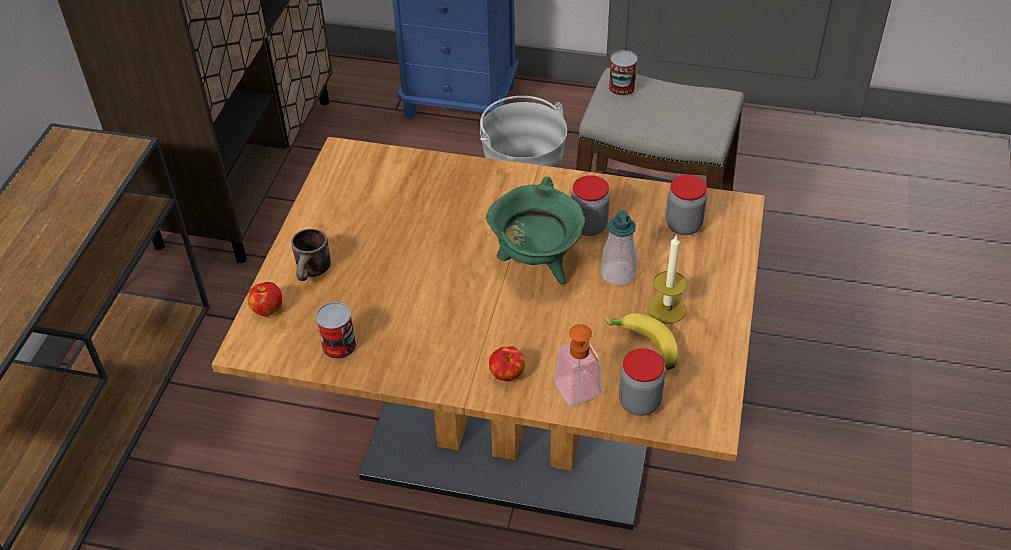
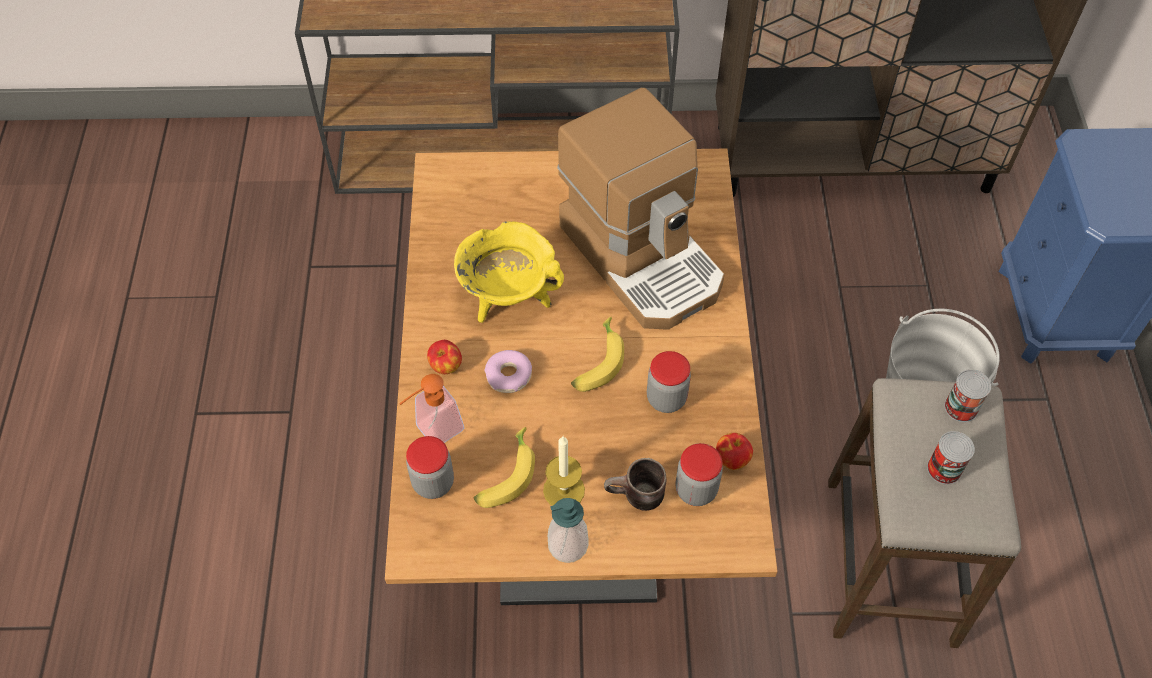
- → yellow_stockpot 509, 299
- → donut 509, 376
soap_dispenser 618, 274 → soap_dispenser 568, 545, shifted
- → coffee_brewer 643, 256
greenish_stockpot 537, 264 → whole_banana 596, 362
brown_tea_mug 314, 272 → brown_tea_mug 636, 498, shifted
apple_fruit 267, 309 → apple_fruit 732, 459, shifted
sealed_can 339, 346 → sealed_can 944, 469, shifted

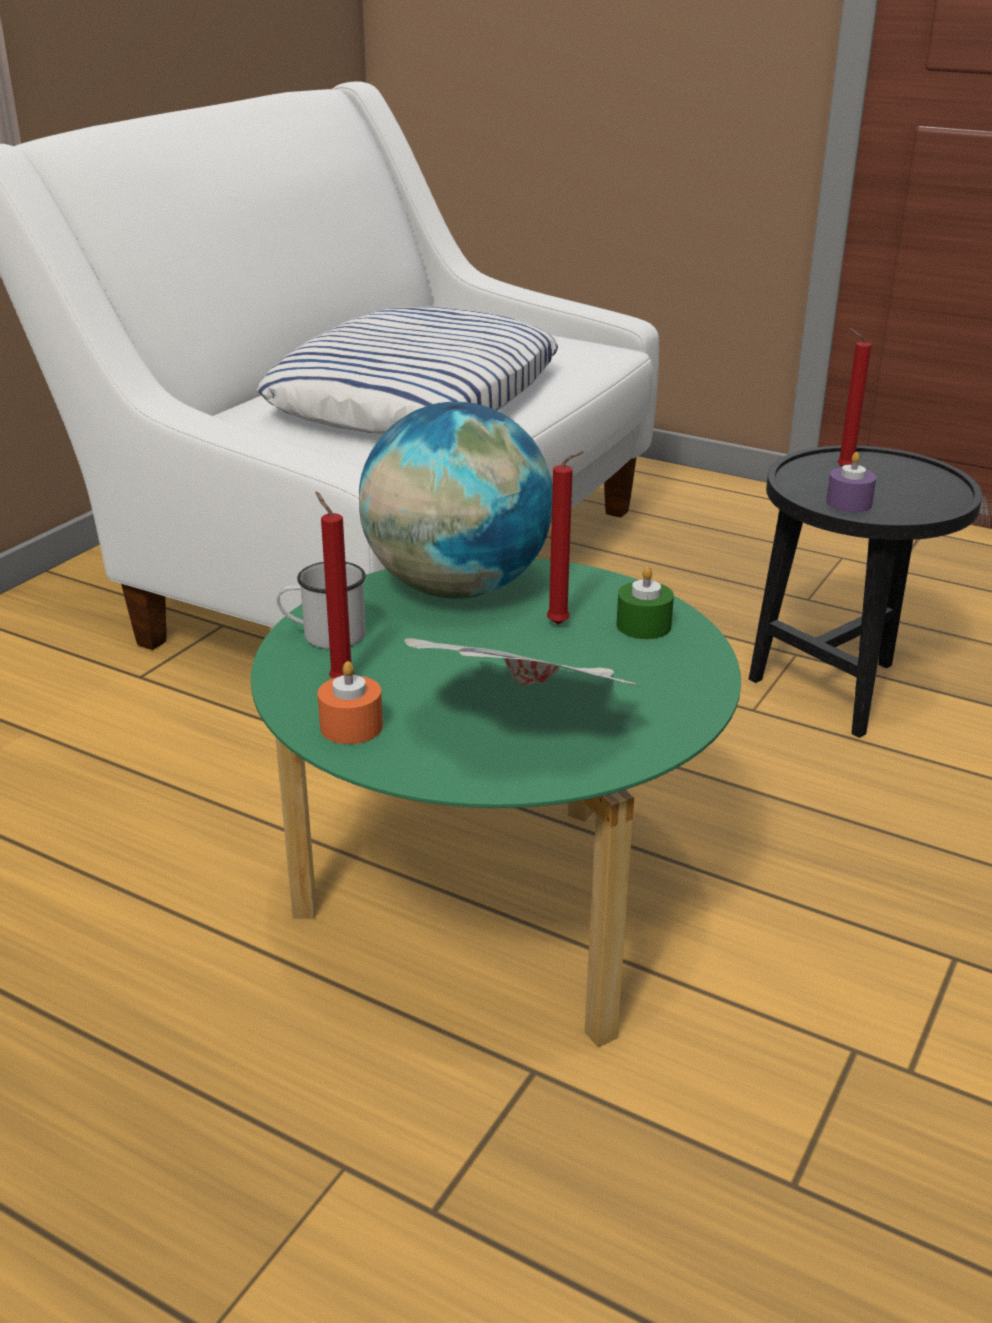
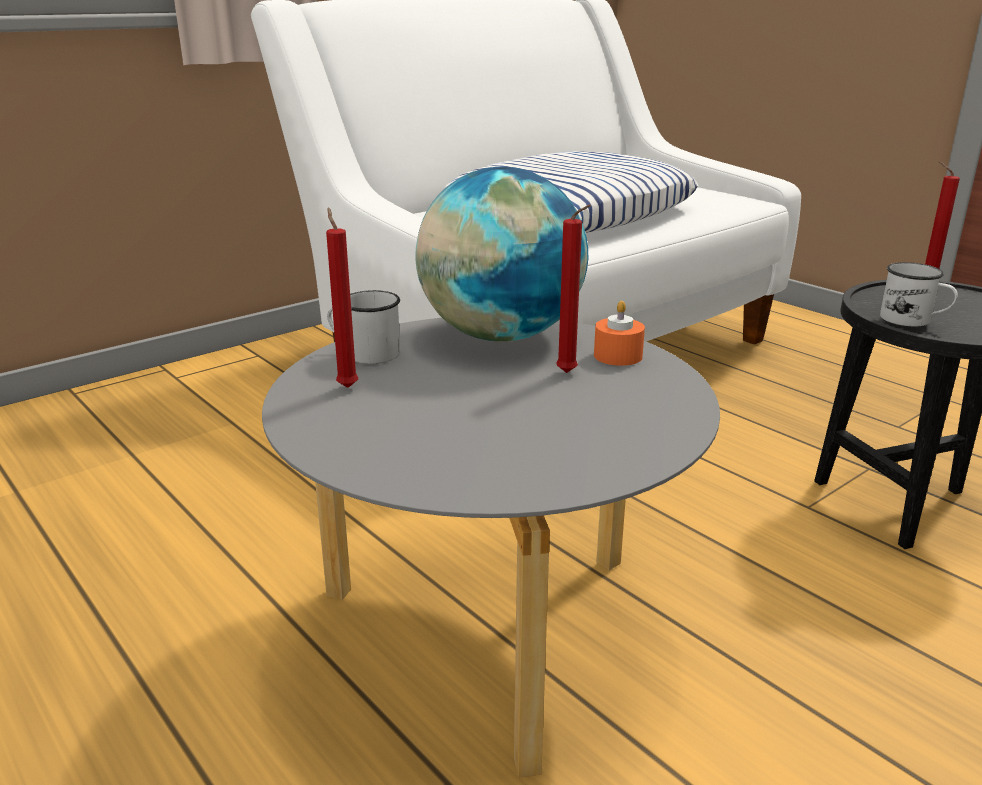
greenish_low_table 494, 911 → grey_low_table 490, 629
orangey_wax_candle 351, 726 → orangey_wax_candle 618, 356, shifted
purple_wax_candle 849, 503 → white_tea_mug 913, 320
printed_paper 531, 717 → -
greenish_wax_candle 643, 625 → -

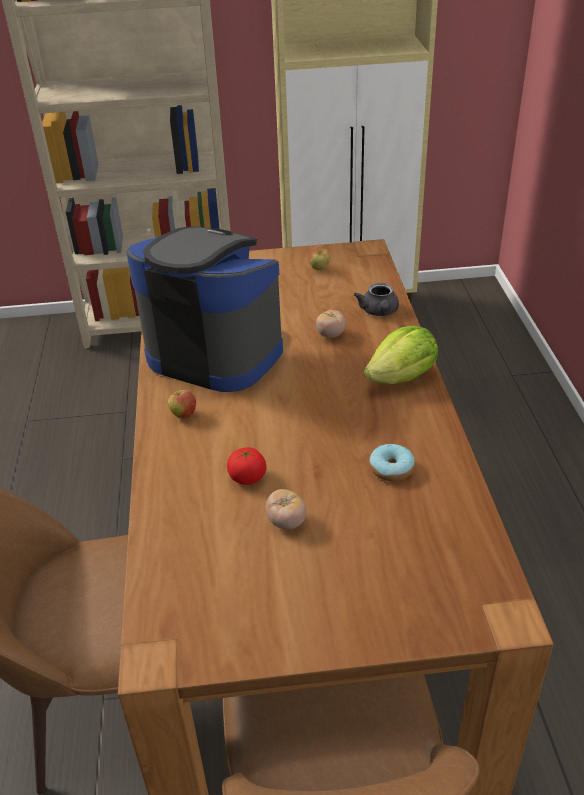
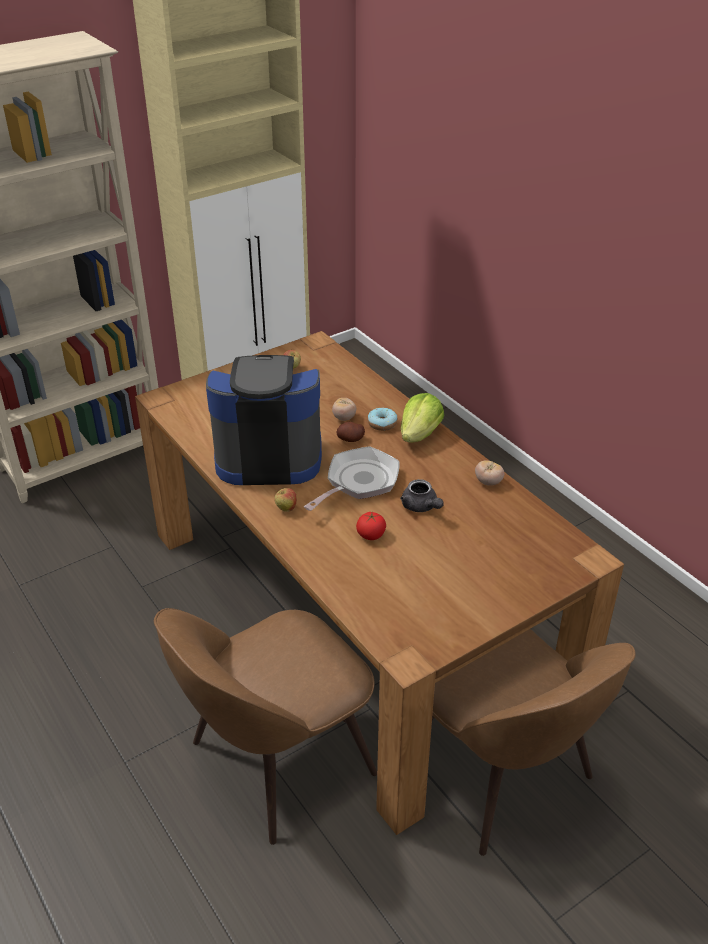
- → skillet 358, 482
- → potato 350, 439
donut 391, 469 → donut 382, 424, shifted
grey_teapot 379, 312 → grey_teapot 421, 507, shifted
fresh_tomato 286, 522 → fresh_tomato 488, 482, shifted

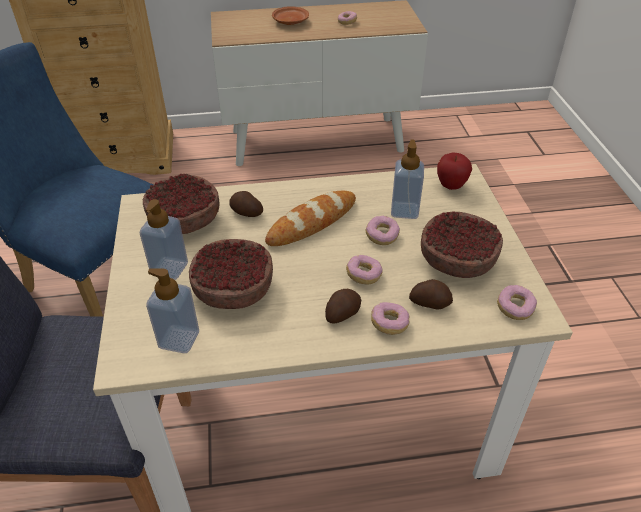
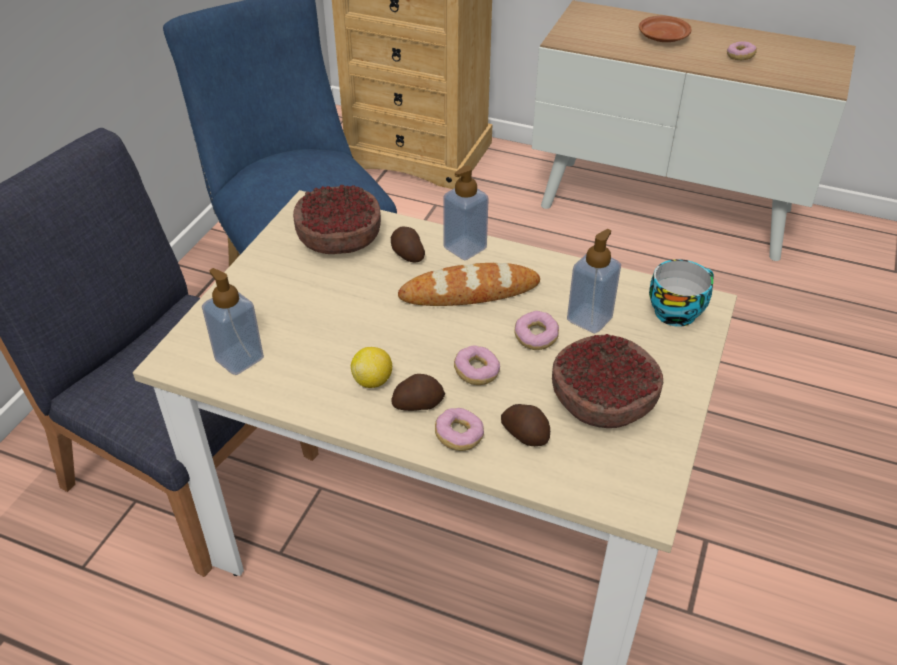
- → whole_lemon 373, 381
soap_dispenser 169, 268 → soap_dispenser 465, 248, shifted
apple_fruit 451, 186 → small_cup 676, 311
deep_dish 233, 288 → -
donut 514, 308 → -

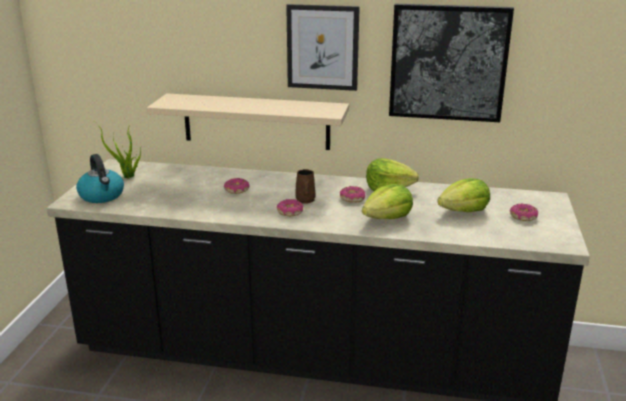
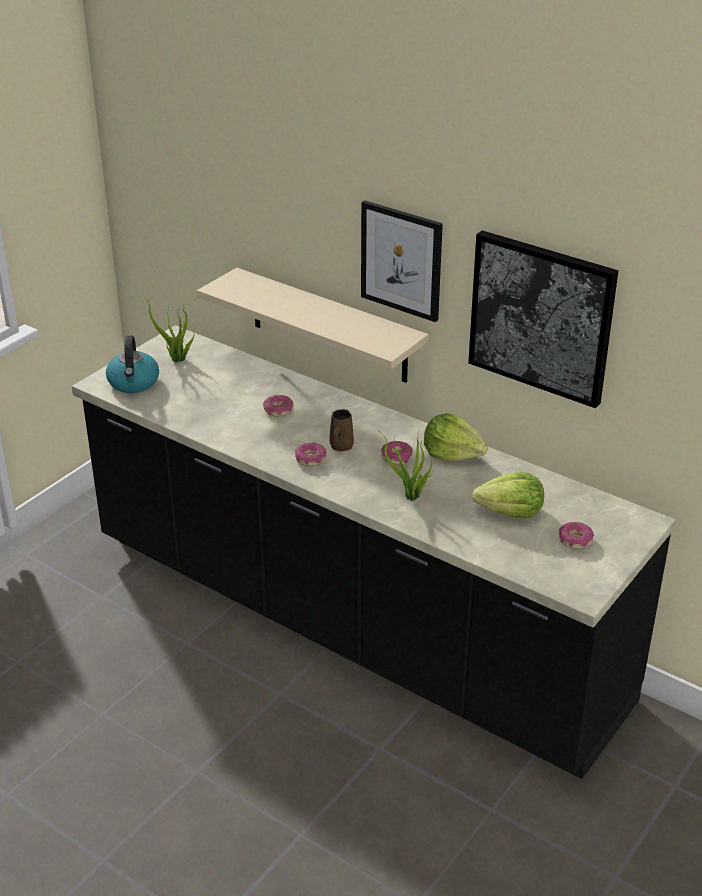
lettuce_head 387, 218 → plant_in_a_pot 411, 497

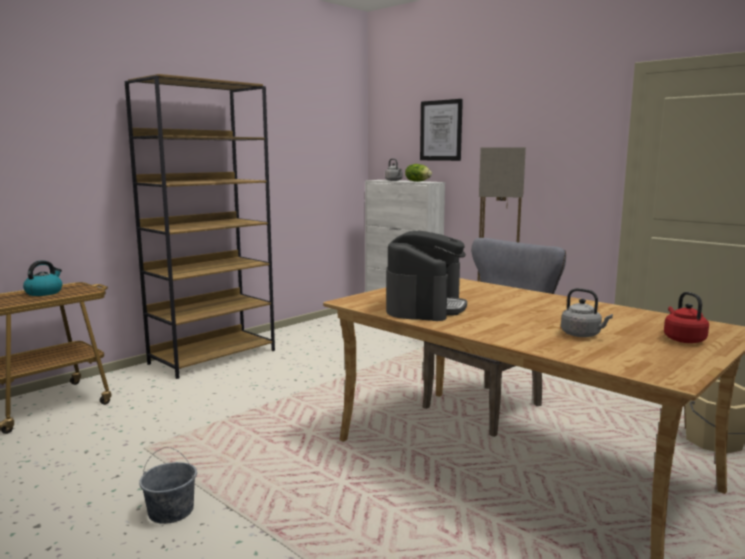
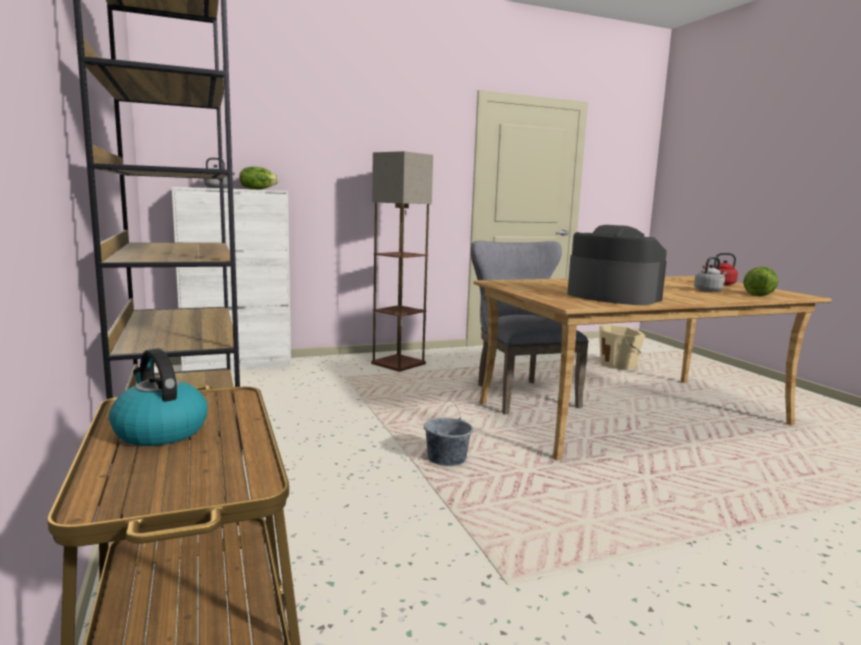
grey_pail 170, 511 → grey_pail 446, 459, shifted
- → lettuce_head 759, 295
wall_picture 441, 130 → -

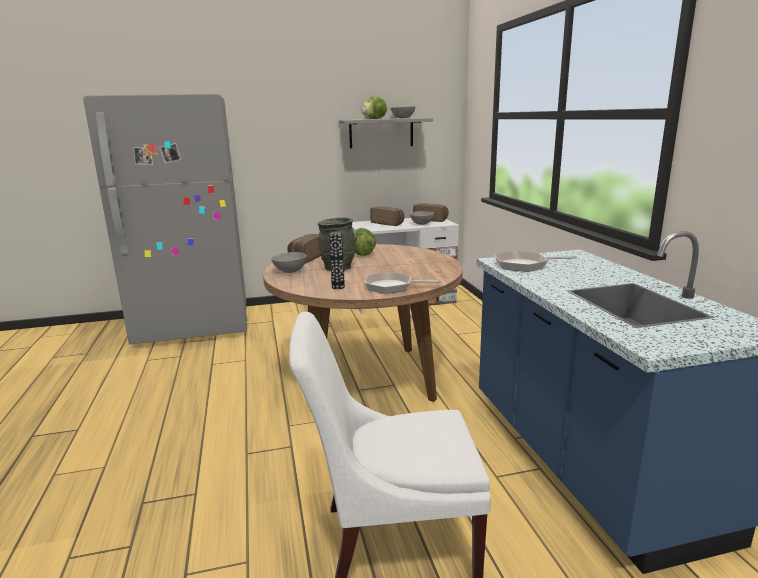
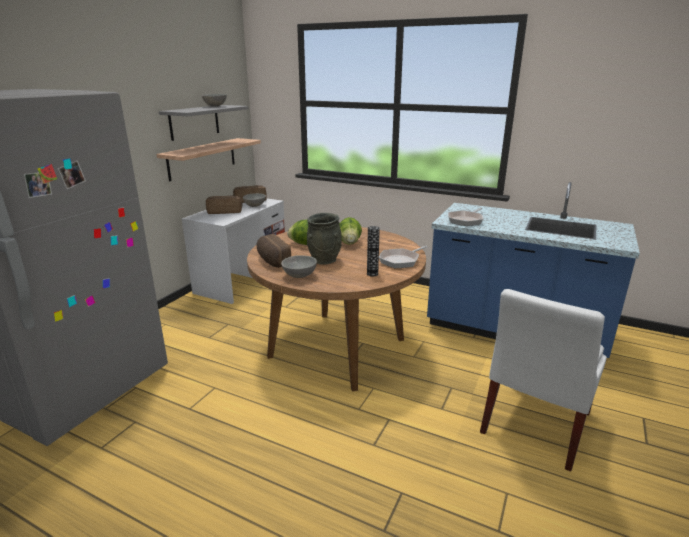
- → wall_shelf 202, 158
lettuce_head 373, 119 → lettuce_head 349, 243, shifted

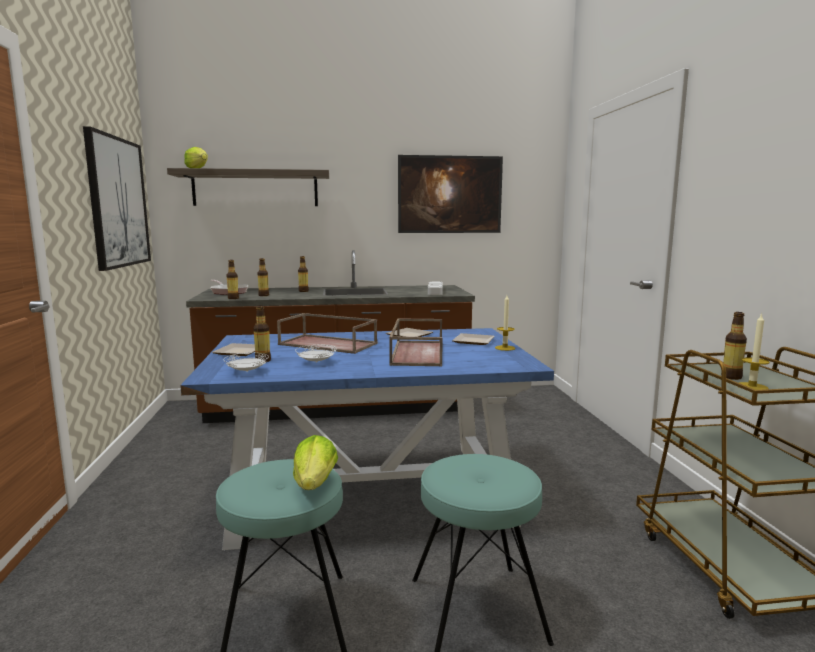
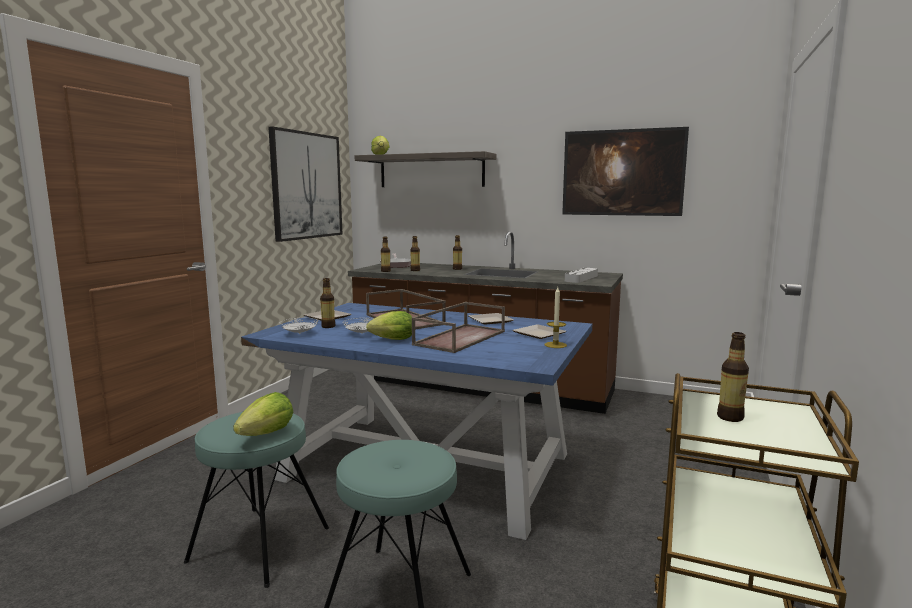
- → lettuce_head 390, 340
wax_candle 752, 387 → -

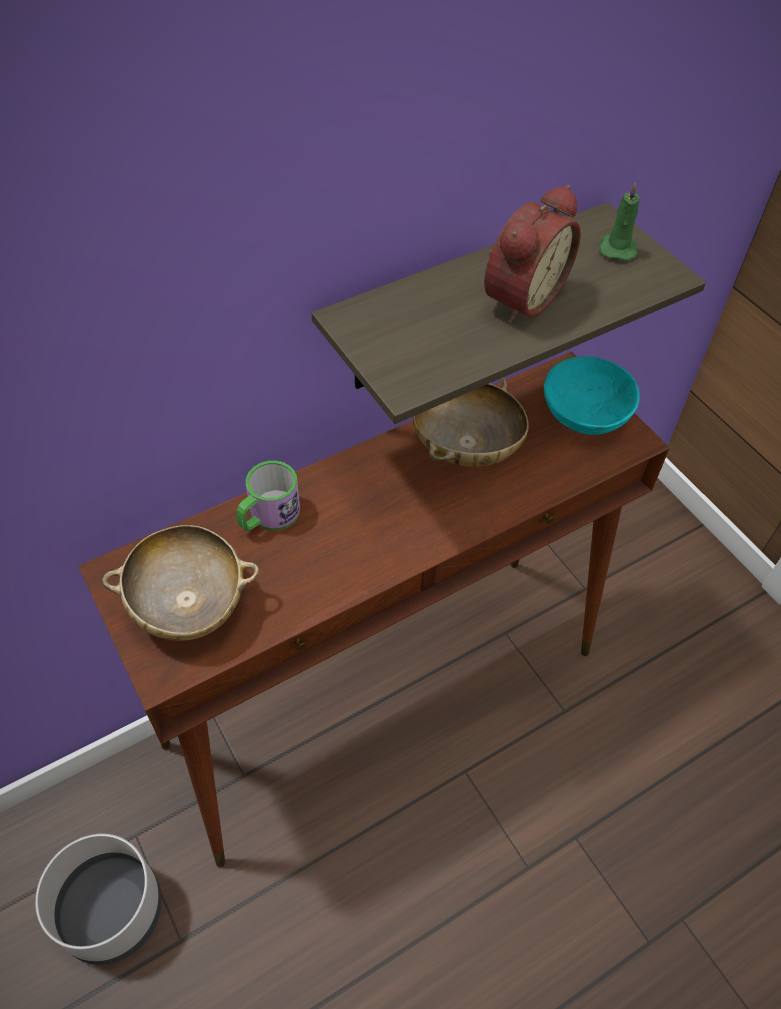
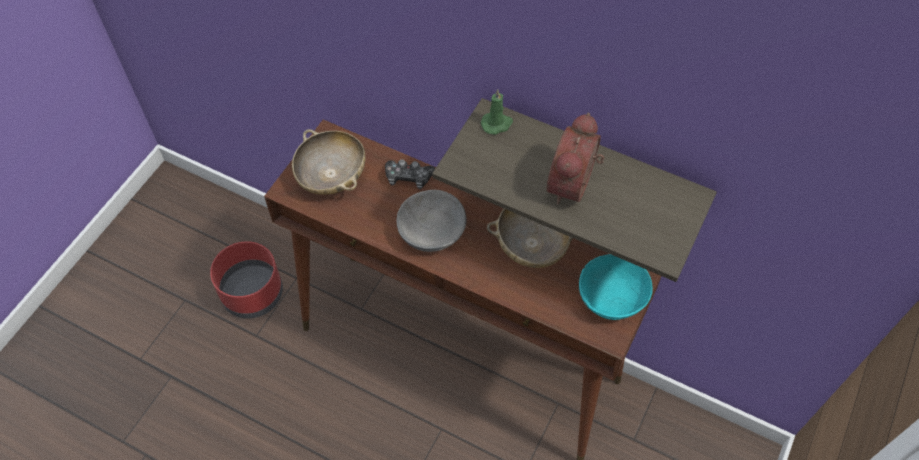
grey_planter 112, 909 → red-coloured_planter 253, 293
tea_mug 268, 516 → game_controller 408, 178
- → grey_deep_dish 431, 232
greenish_wax_candle 617, 248 → greenish_wax_candle 497, 124, shifted
table_clock 520, 297 → table_clock 574, 185, 105 degrees clockwise

